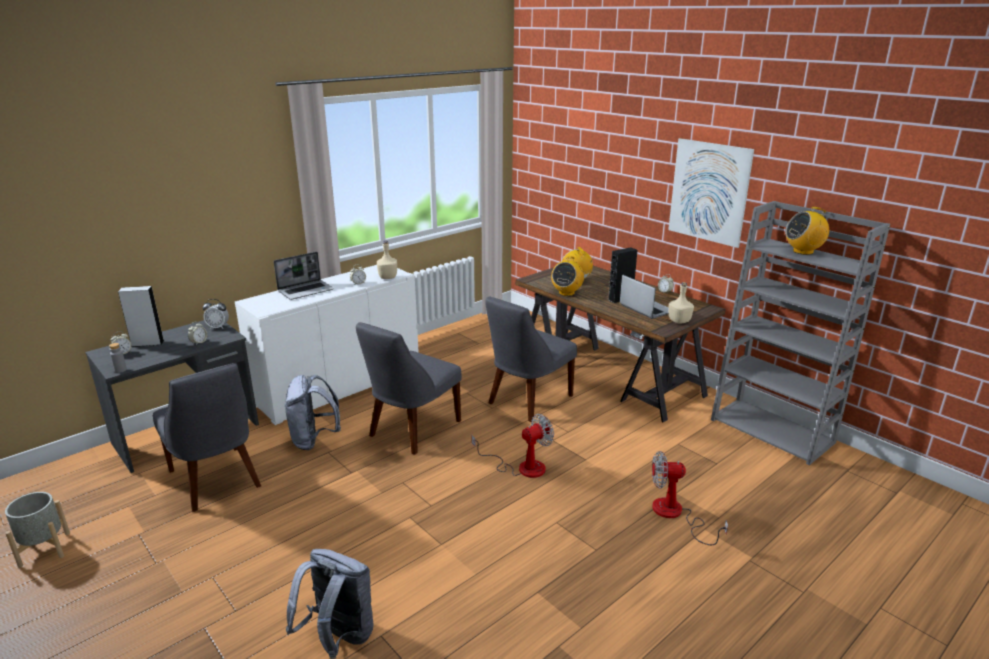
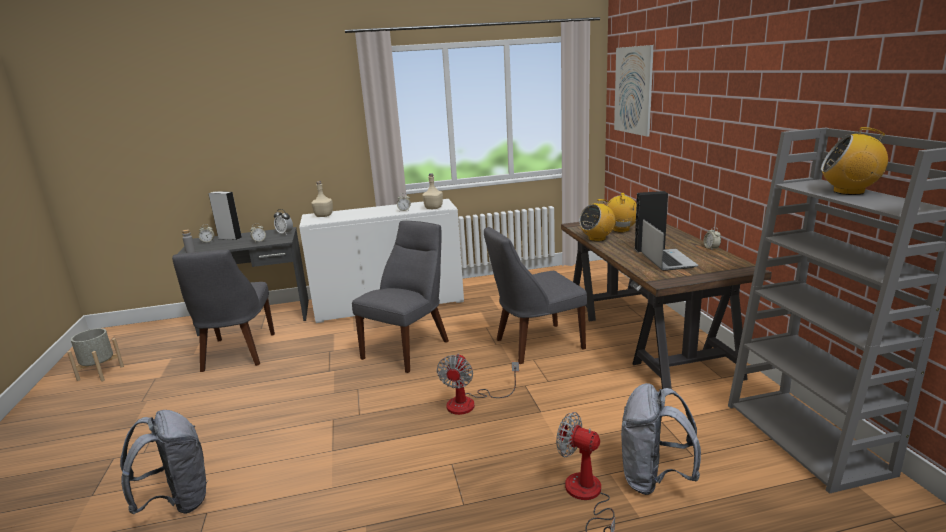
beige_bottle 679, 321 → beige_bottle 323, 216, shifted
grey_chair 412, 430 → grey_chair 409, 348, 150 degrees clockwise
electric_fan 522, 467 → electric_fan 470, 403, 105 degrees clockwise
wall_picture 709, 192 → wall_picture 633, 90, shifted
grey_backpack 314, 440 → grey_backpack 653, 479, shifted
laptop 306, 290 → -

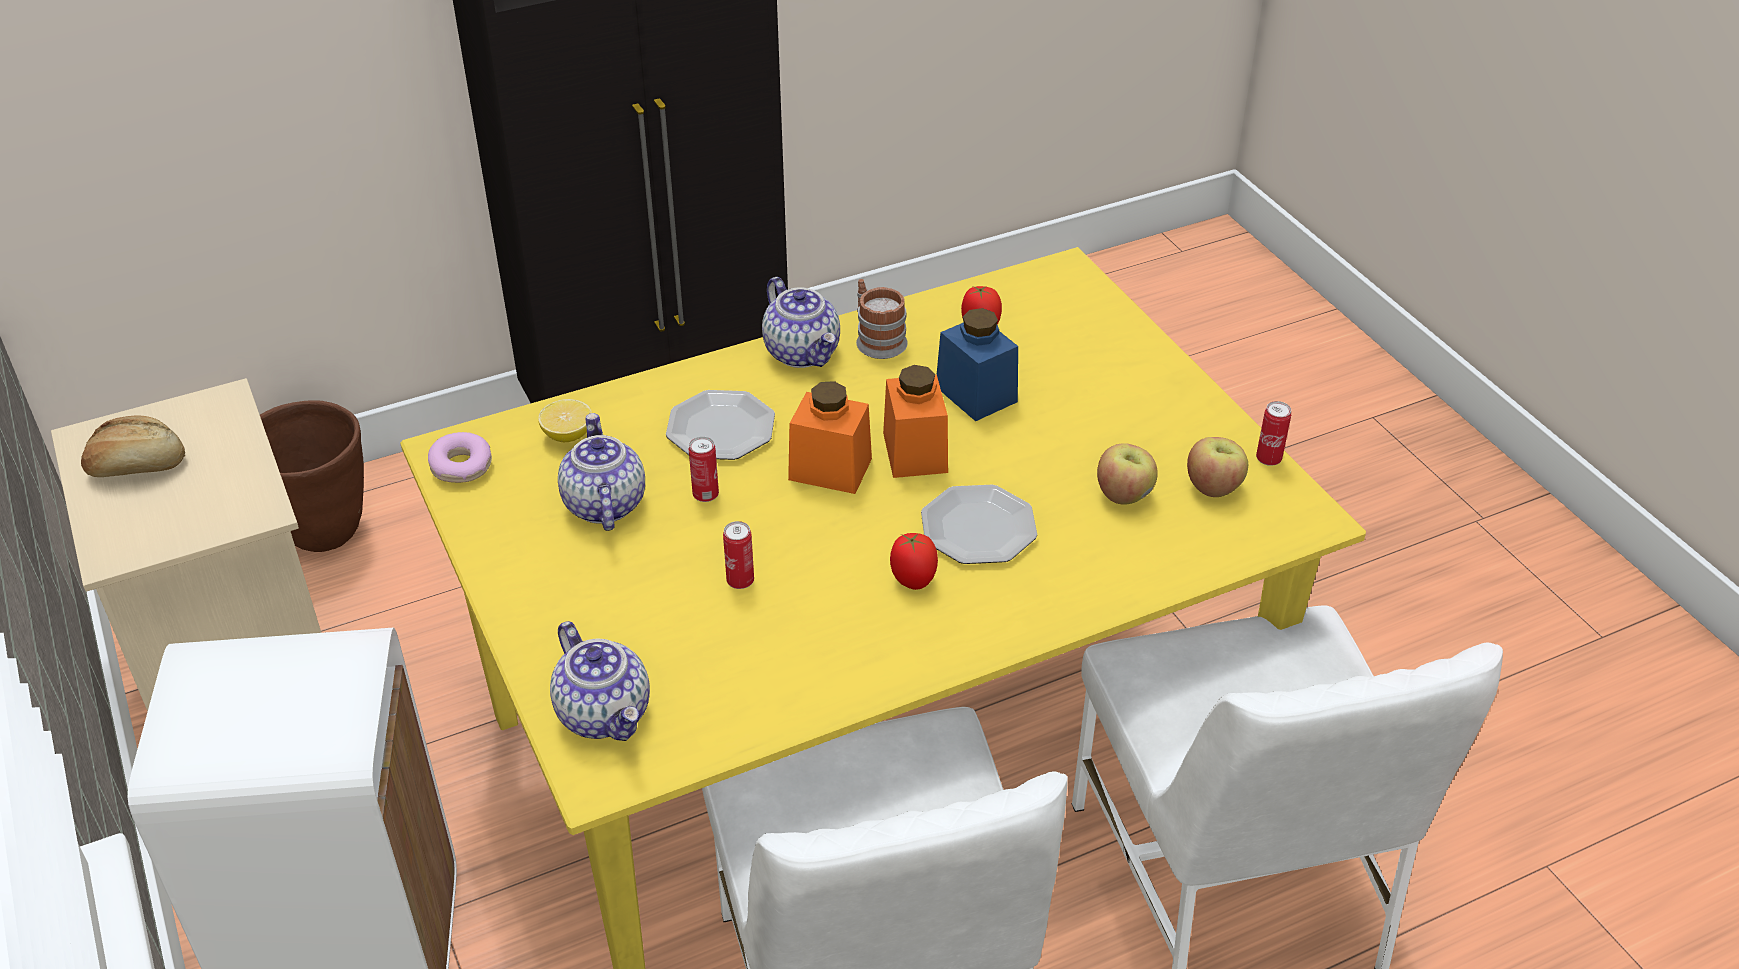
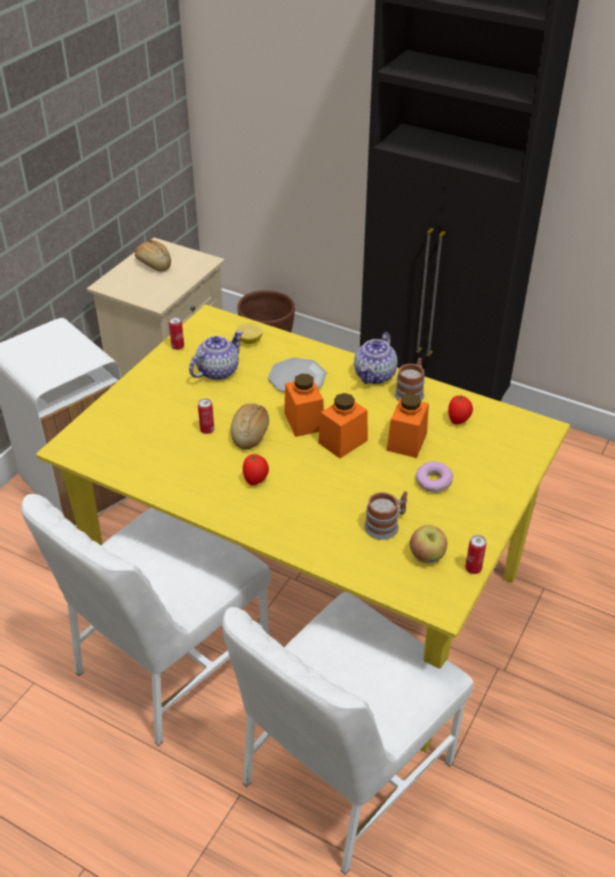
sealed_can 705, 495 → sealed_can 178, 347, shifted
- → bakery_bread 251, 434
apple_fruit 1124, 494 → tea_mug 386, 525
blue_preserve_jar 976, 394 → orangey_preserve_jar 407, 442
donut 461, 466 → donut 433, 482, shifted
teapot 605, 714 → -
plate 978, 529 → -

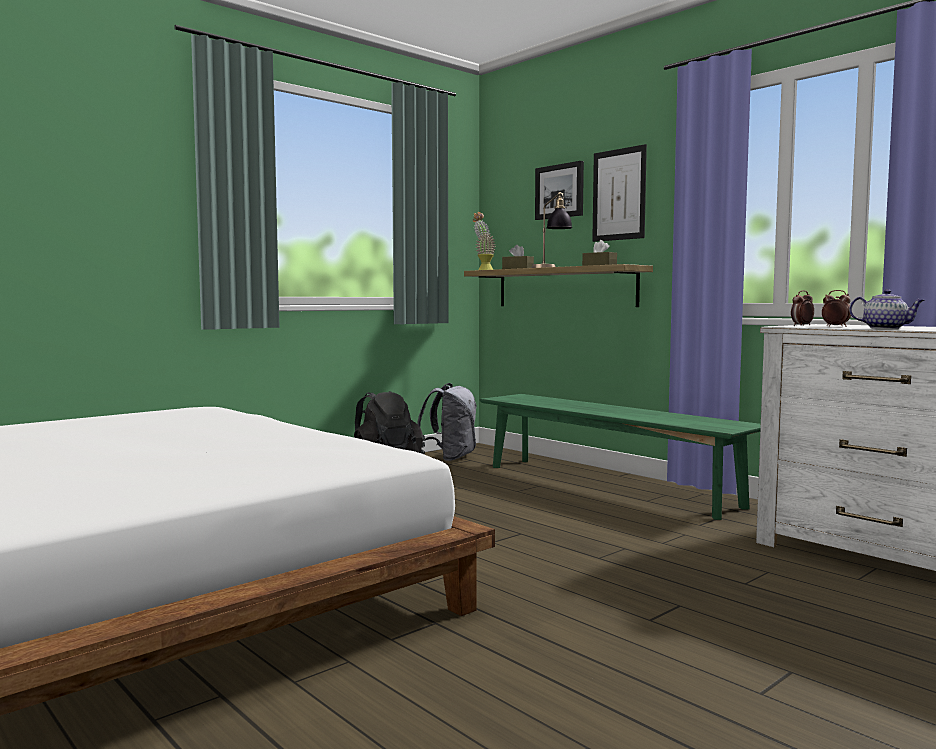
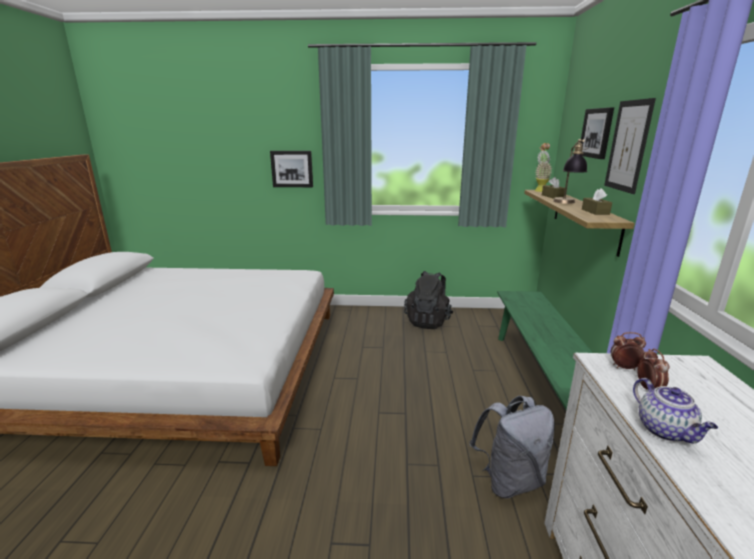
- → wall_picture 292, 169
grey_backpack 450, 457 → grey_backpack 509, 480, shifted

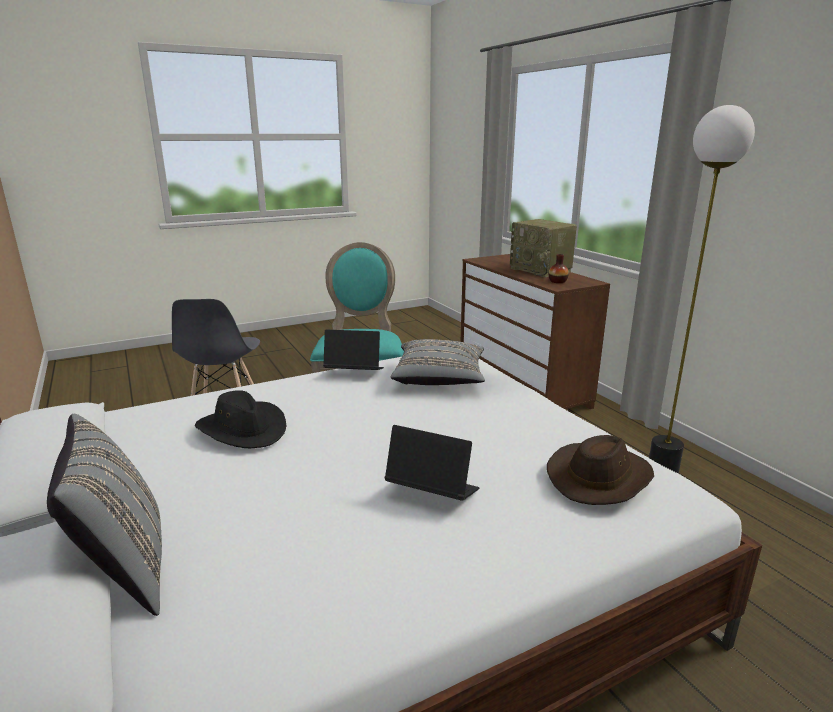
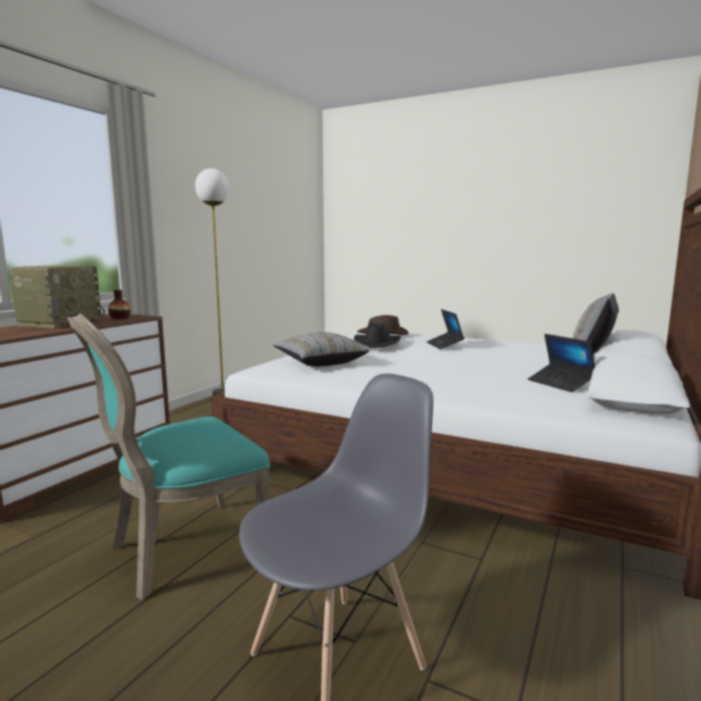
black-coloured_clothing_hat 243, 429 → black-coloured_clothing_hat 377, 343, shifted
laptop 354, 373 → laptop 560, 383, shifted

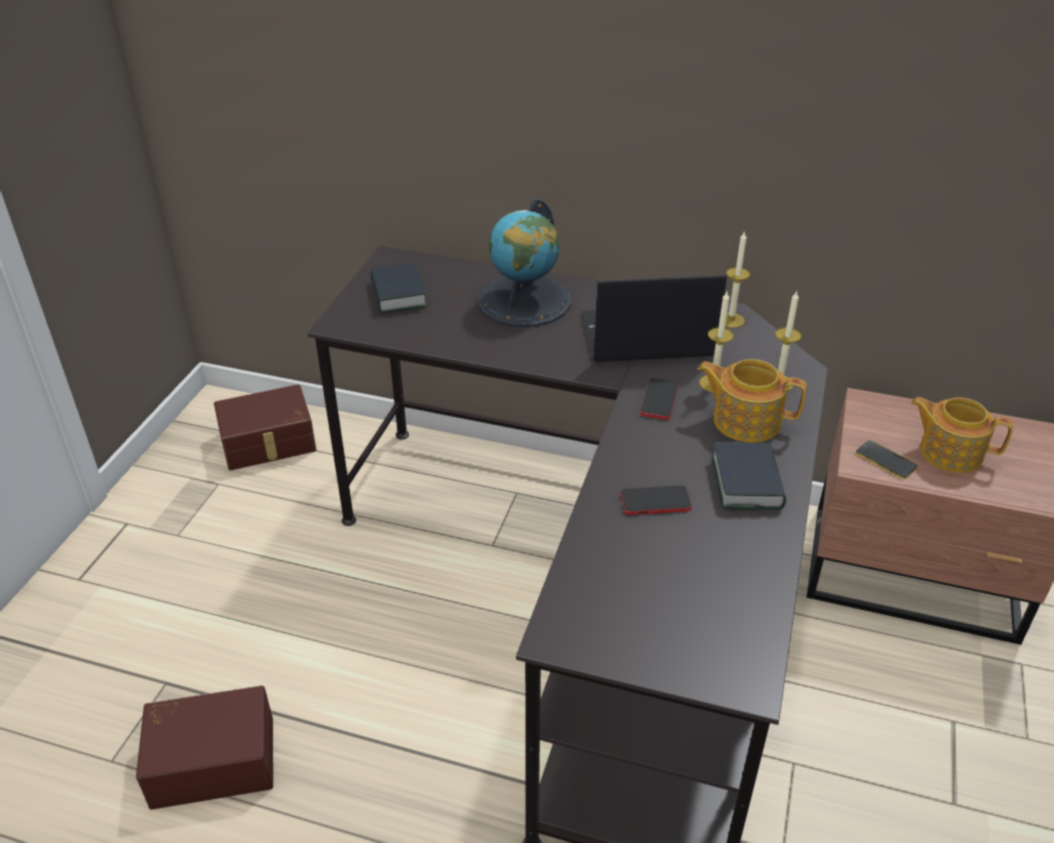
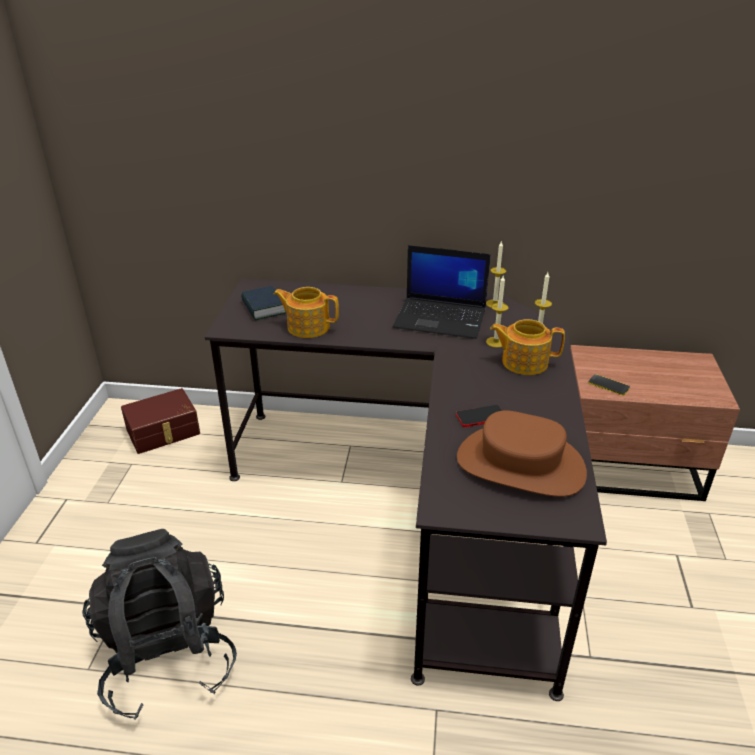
brown_storage_box 213, 758 → black-coloured_backpack 168, 655
teapot 949, 452 → teapot 307, 327, shifted
laptop 645, 336 → laptop 441, 318, 150 degrees counterclockwise
- → brown_clothing_hat 520, 465
globe 524, 301 → -
handset 659, 400 → -
volume 747, 483 → -

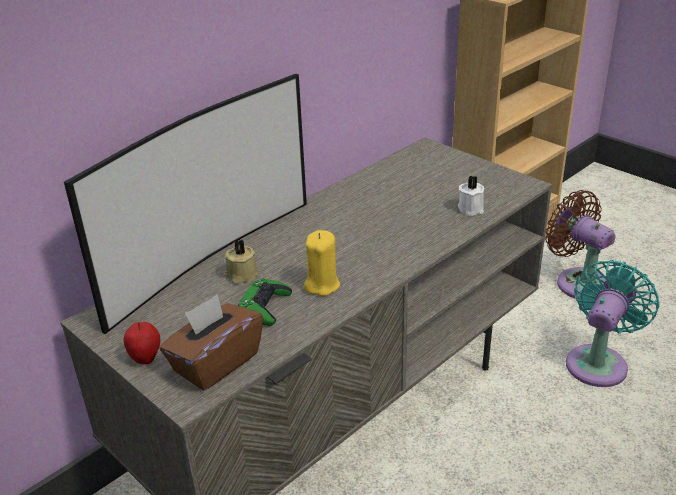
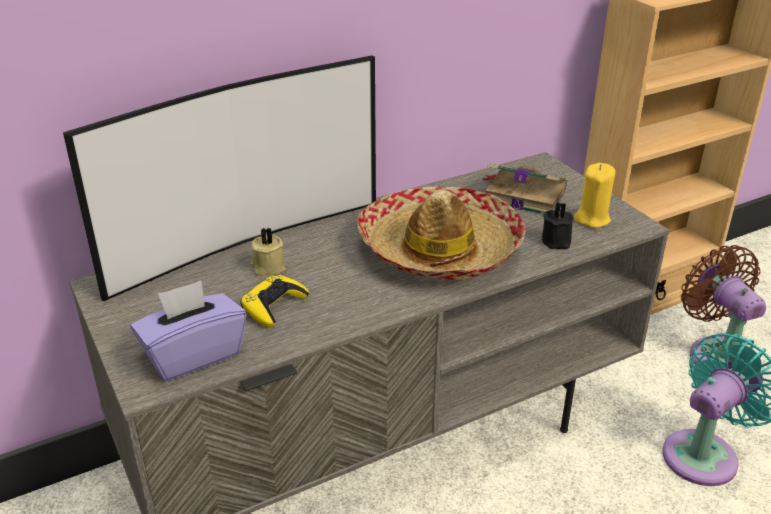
brown_tissue_holder 216, 363 → purple_tissue_holder 193, 355
greenish_game_controller 265, 307 → yellow_game_controller 274, 306
- → clothing_hat 440, 249
- → volume 523, 195
white_wax_candle 471, 208 → black-coloured_wax_candle 557, 240
yellow_wax_candle 322, 285 → yellow_wax_candle 592, 219, shifted
apple_fruit 146, 358 → -

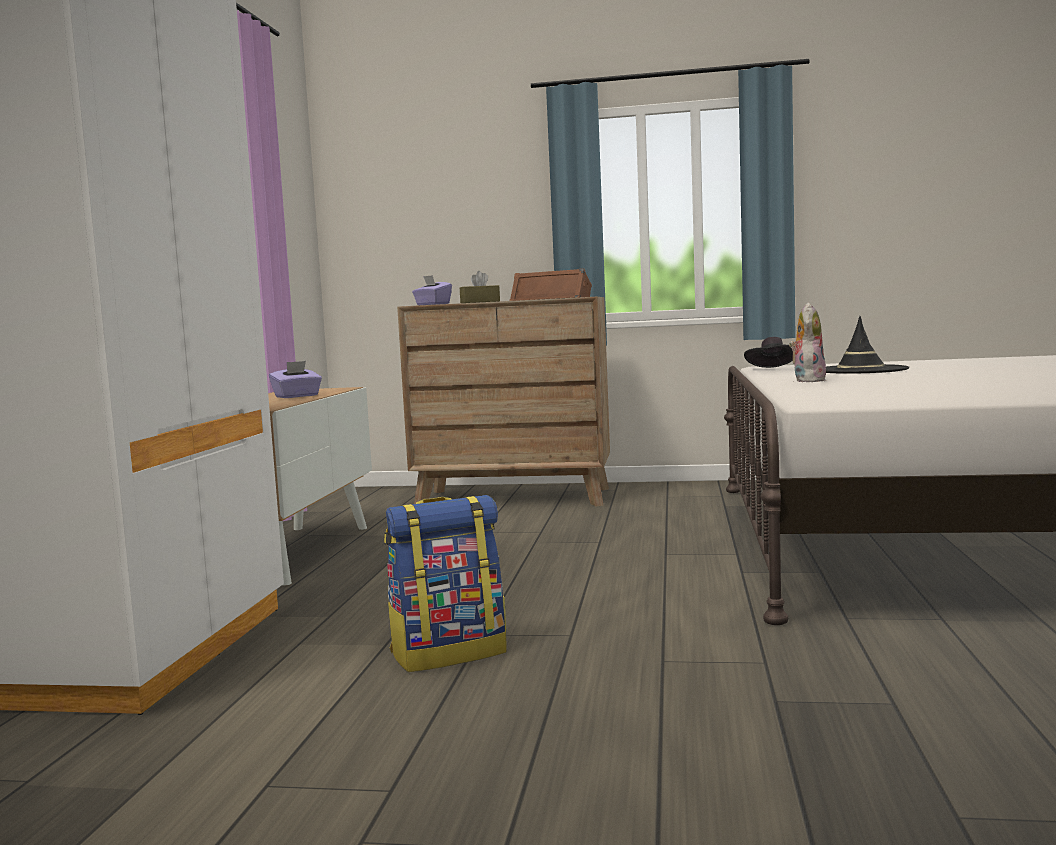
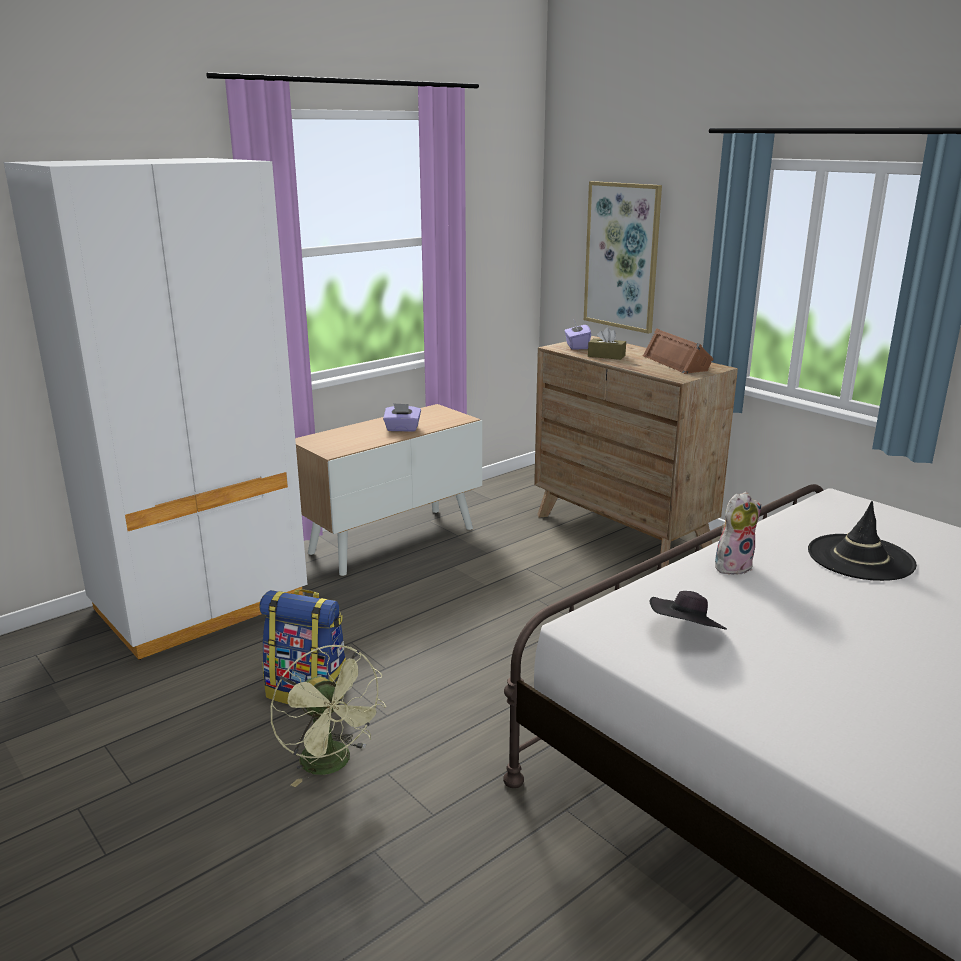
- → greenish_electric_fan 332, 765
- → wall_picture 622, 256
black-coloured_clothing_hat 773, 369 → black-coloured_clothing_hat 686, 633, shifted

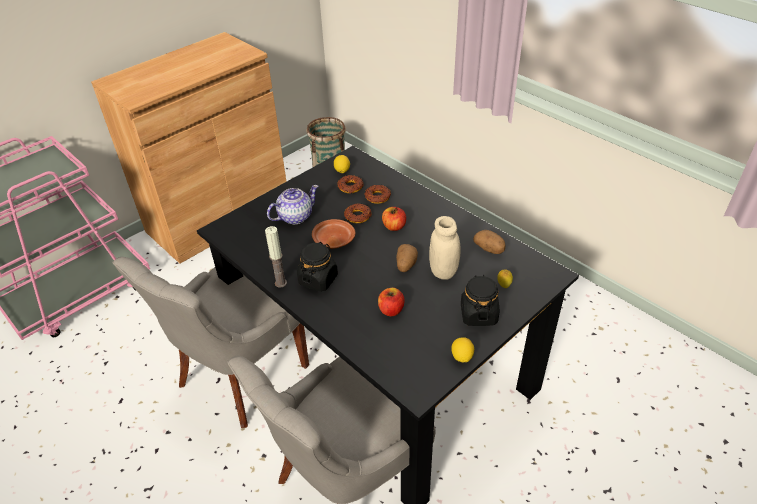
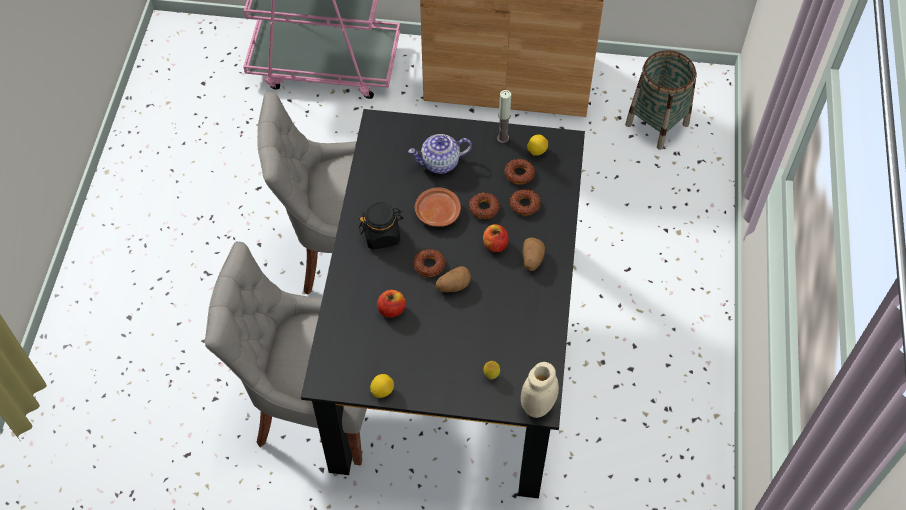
teapot 294, 217 → teapot 441, 163, 150 degrees clockwise
- → donut 429, 265
wax_candle 280, 283 → wax_candle 503, 138, shifted
beige_preserve_jar 443, 271 → beige_preserve_jar 538, 405, shifted
potato 489, 249 → potato 532, 260, shifted
black-coloured_preserve_jar 478, 314 → -

